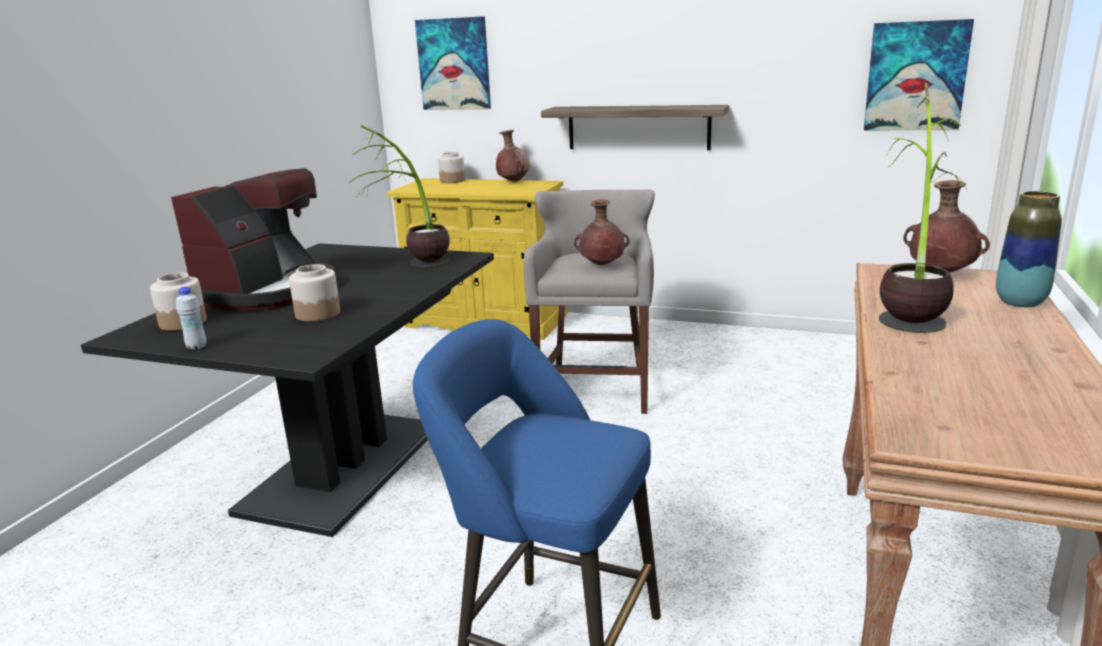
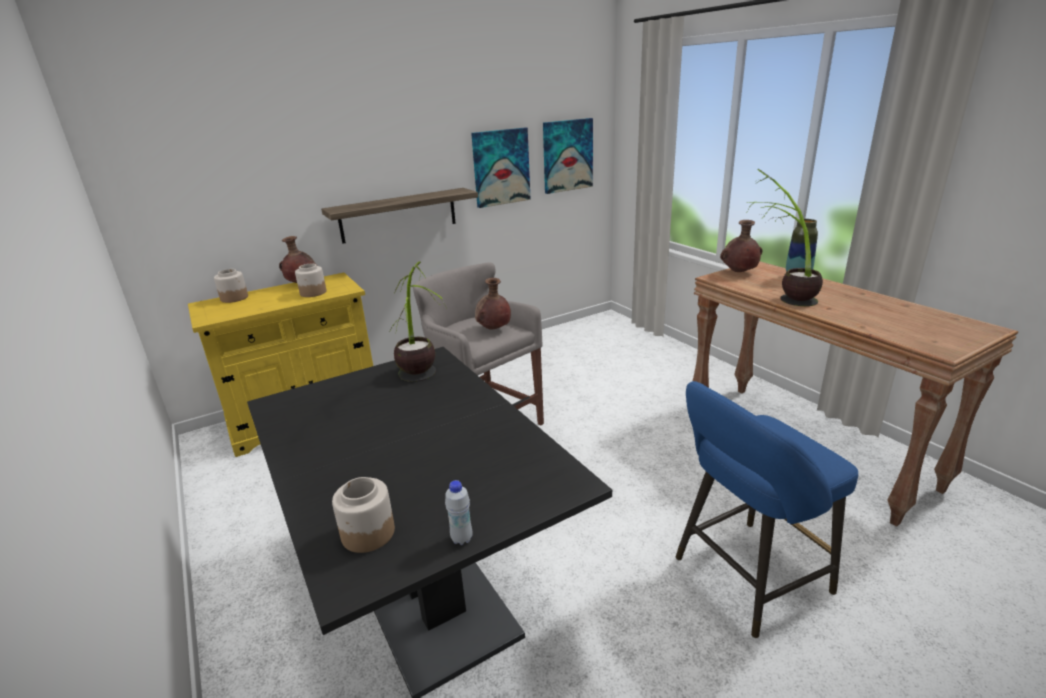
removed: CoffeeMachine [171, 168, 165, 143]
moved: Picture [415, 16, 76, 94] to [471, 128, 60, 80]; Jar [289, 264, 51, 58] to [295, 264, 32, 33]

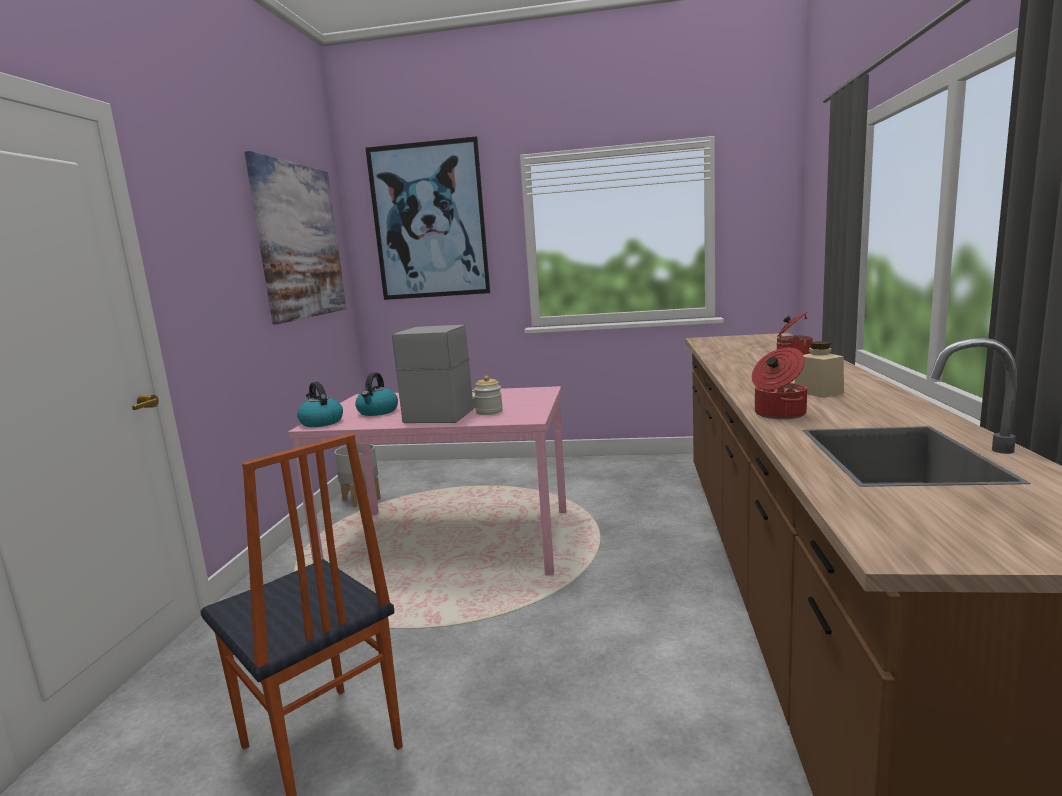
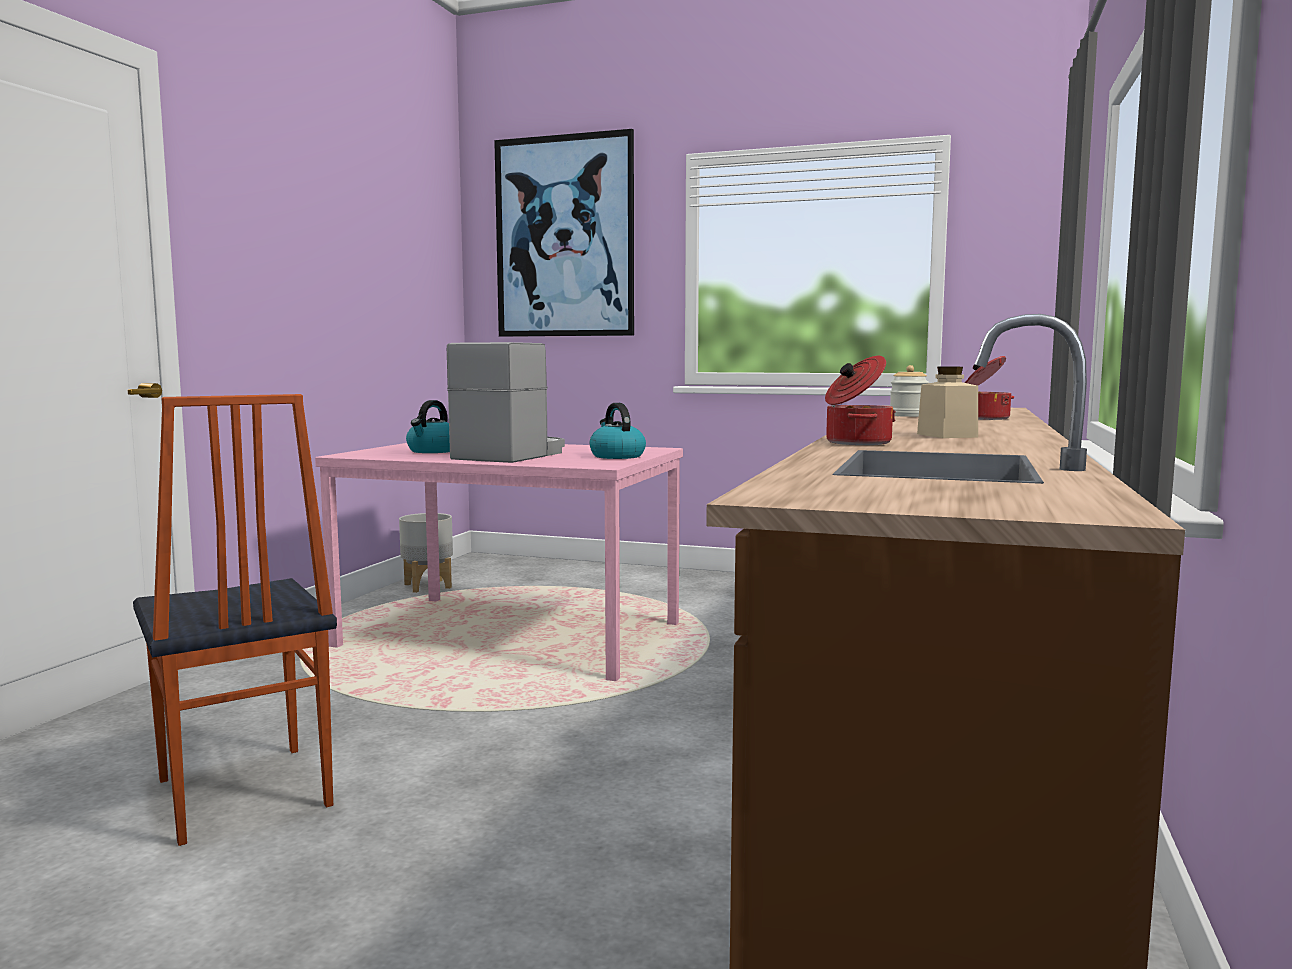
removed: Picture [245, 151, 101, 174]
moved: Jar [474, 376, 29, 39] to [890, 365, 39, 52]; Kettle [297, 382, 46, 45] to [590, 403, 56, 56]

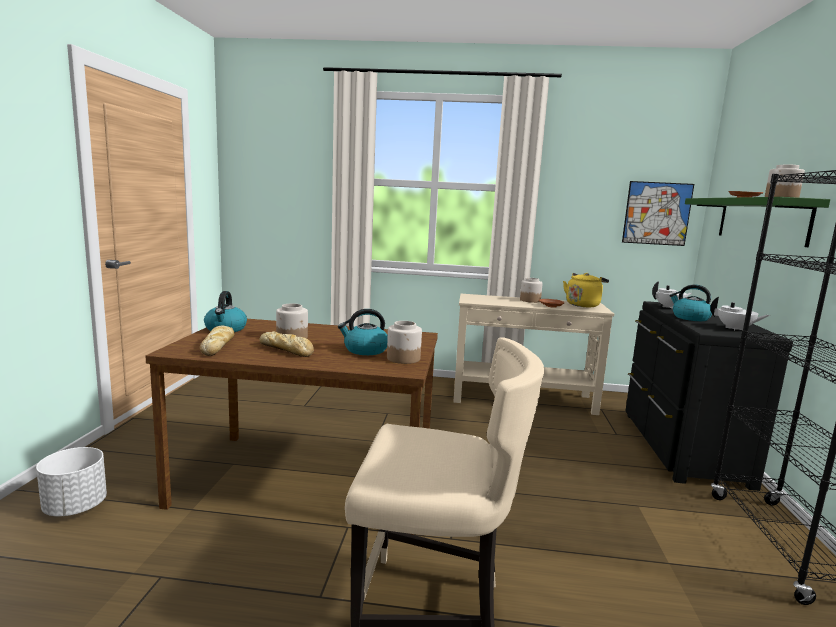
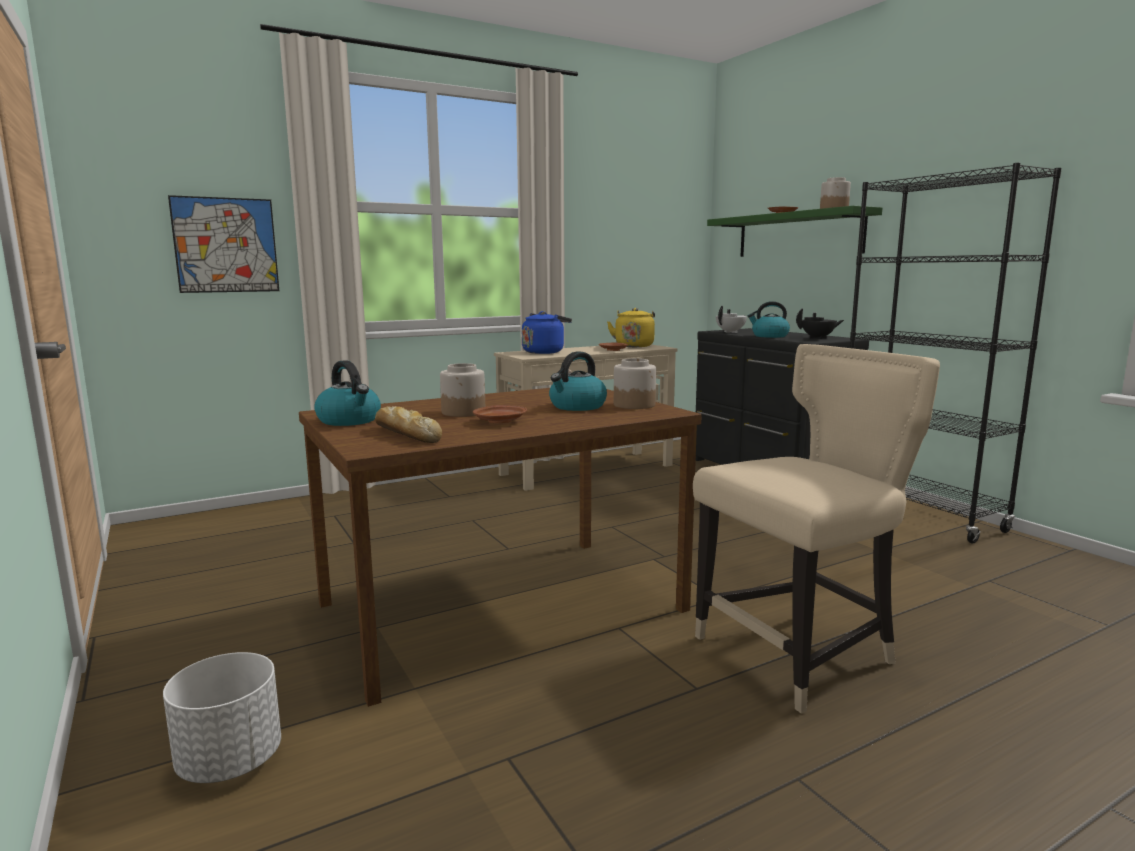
removed: Jar [520, 278, 23, 25]
added: BlueKettle [522, 311, 50, 43]
moved: Picture [622, 181, 72, 65] to [168, 195, 111, 98]
replaced: Bread [259, 331, 55, 26] to BrownPlate [473, 405, 54, 18]
recoloured: WhiteTeapot [710, 297, 60, 34] to BlackTeapot [796, 308, 48, 31]

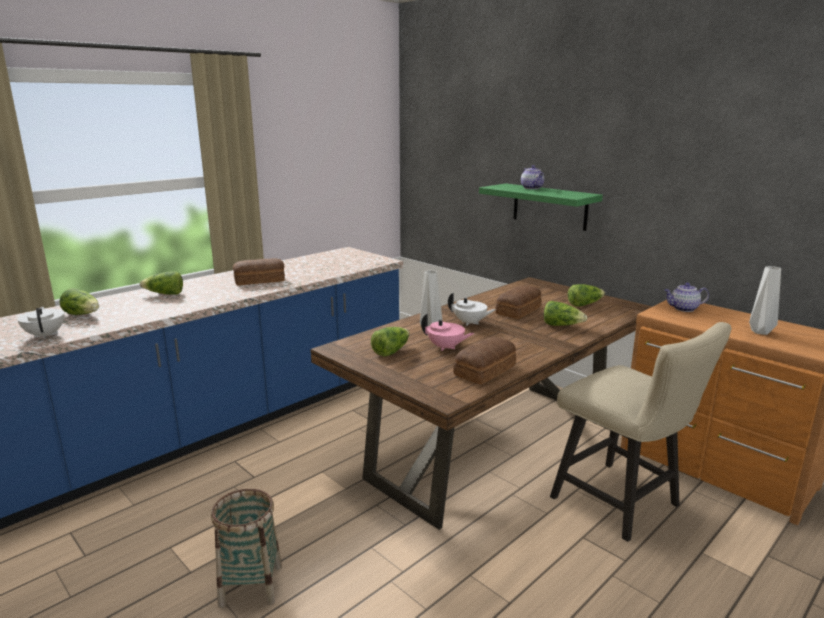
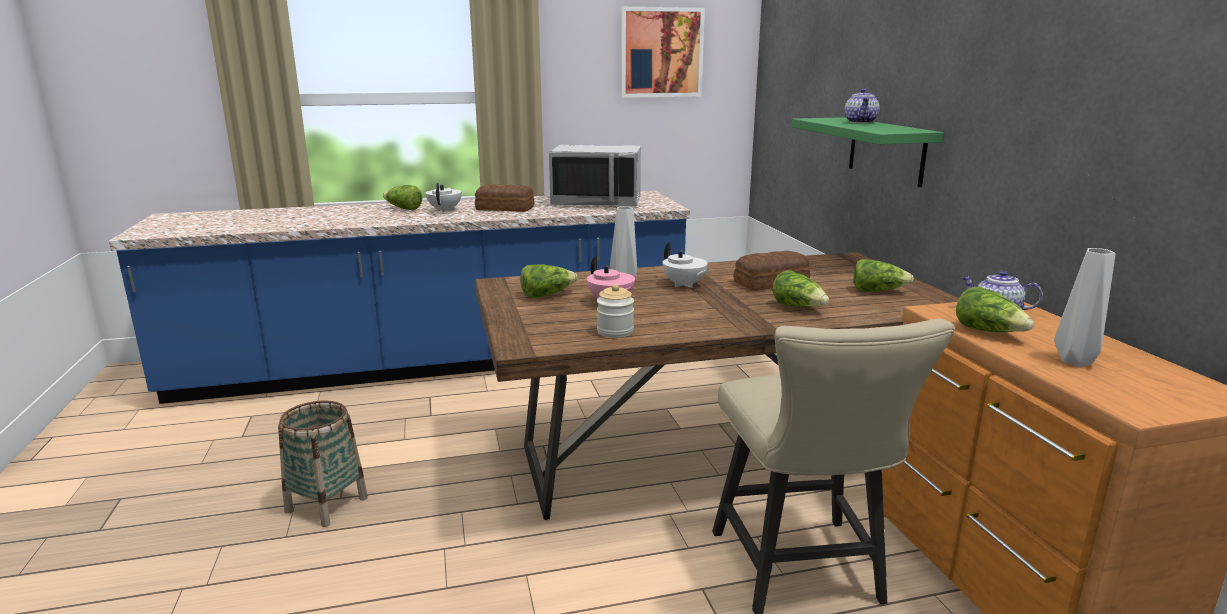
added: Picture [621, 7, 84, 91]; GreyMicrowave [549, 145, 92, 61]
moved: Lettuce [59, 288, 40, 27] to [956, 286, 78, 46]; WhiteTeapot [17, 307, 48, 32] to [426, 183, 36, 29]
replaced: Bread [453, 337, 63, 47] to Jar [597, 284, 37, 54]

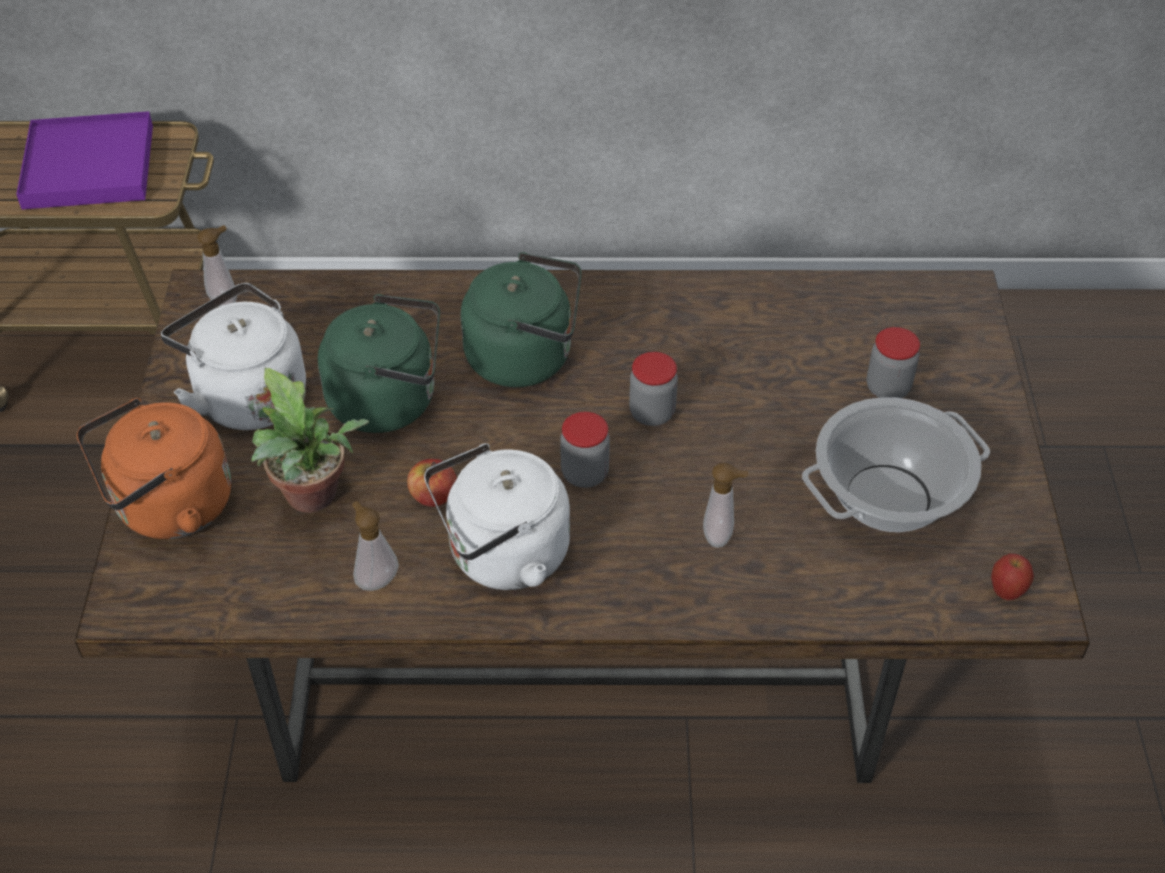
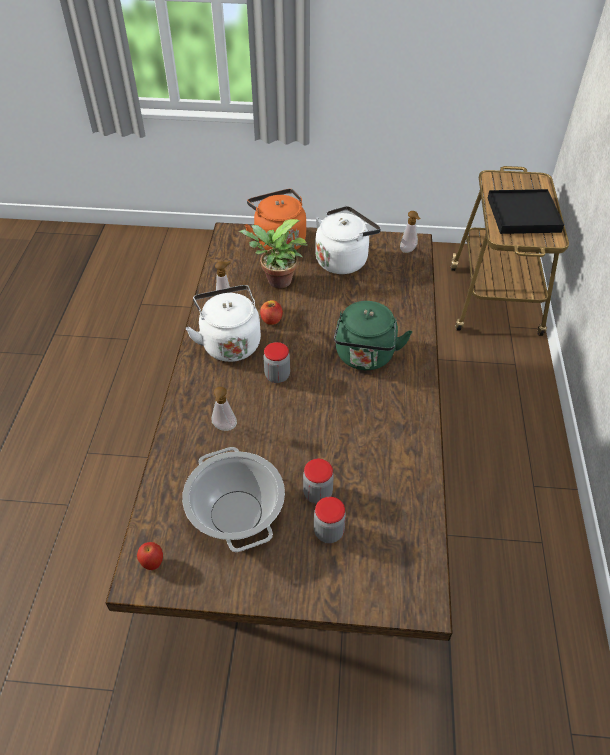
removed: GreenKettle [318, 294, 122, 139]
moved: Jar [629, 352, 49, 74] to [303, 459, 31, 45]
recoloured: PurpleTray [16, 111, 137, 99] to BlackTray [488, 189, 76, 45]

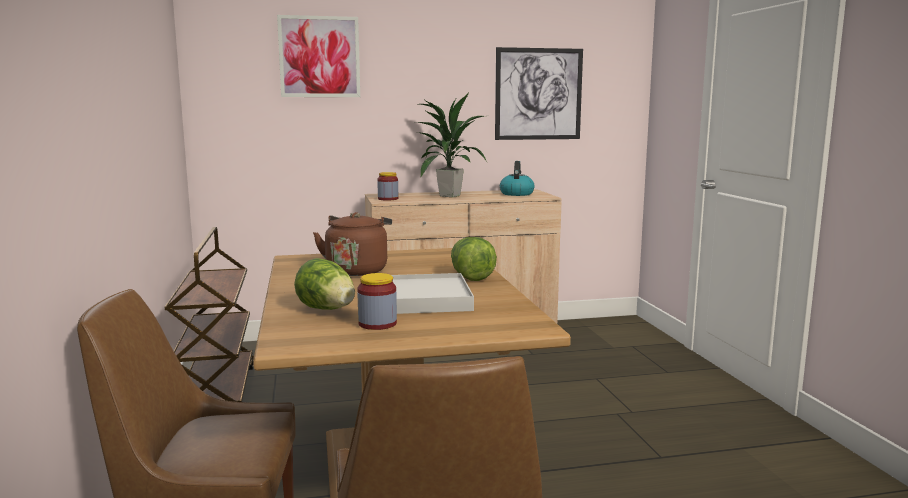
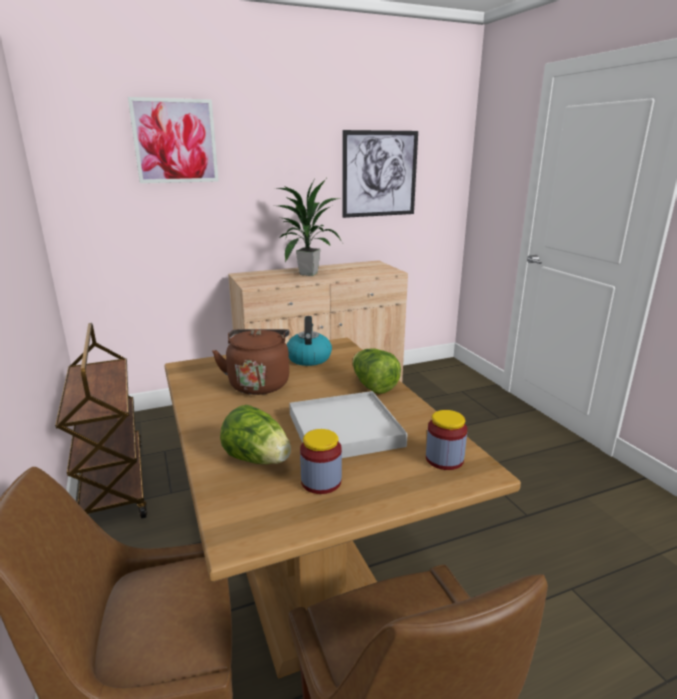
moved: Kettle [500, 161, 35, 35] to [287, 316, 45, 50]; Jar [377, 172, 21, 28] to [426, 410, 41, 60]

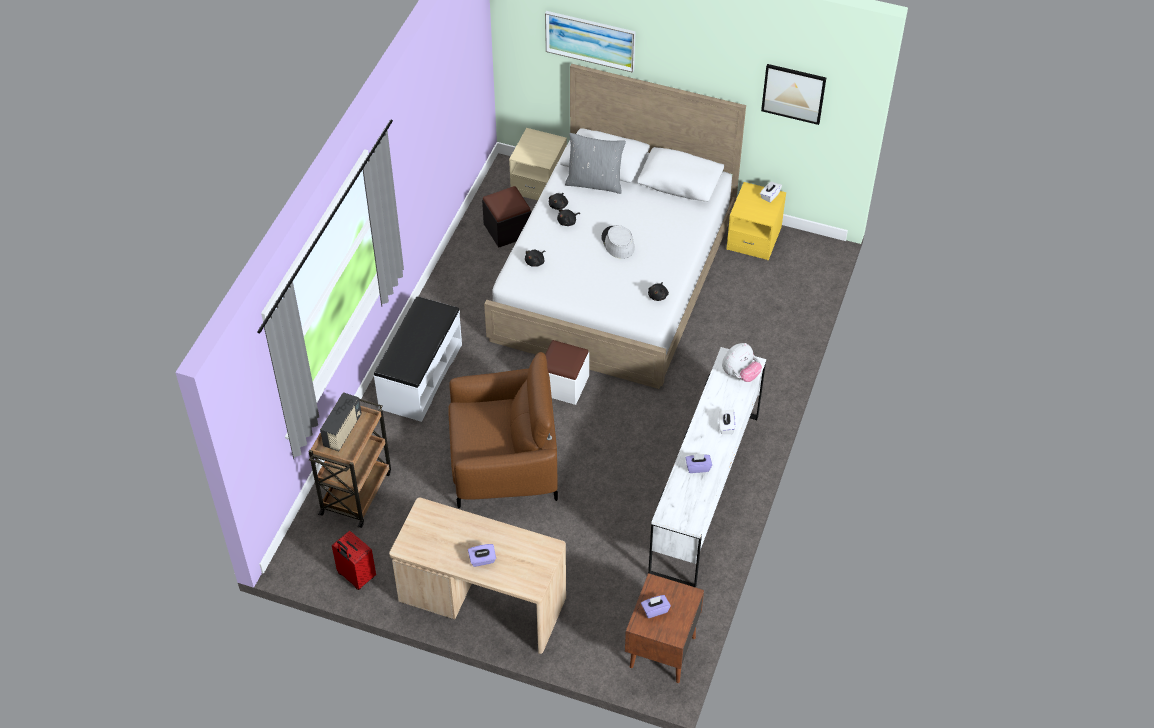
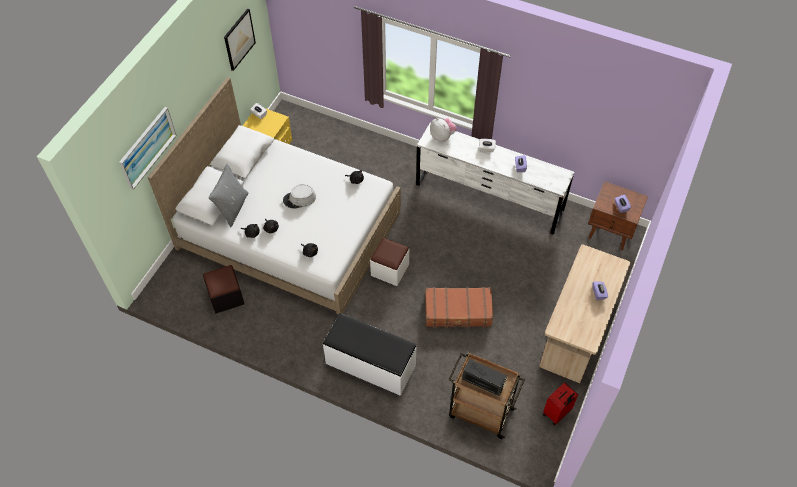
removed: BeigeNightstand [509, 128, 58, 72]
replaced: BrownArmchair [448, 352, 110, 156] to BrownSuitcase [425, 287, 68, 41]

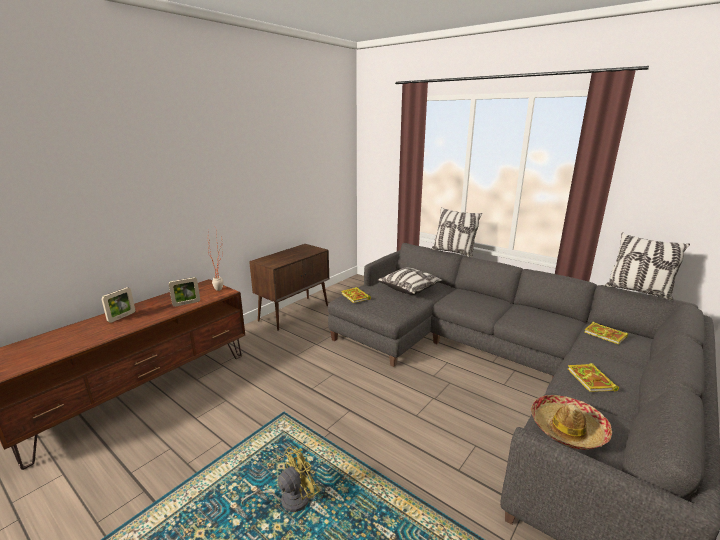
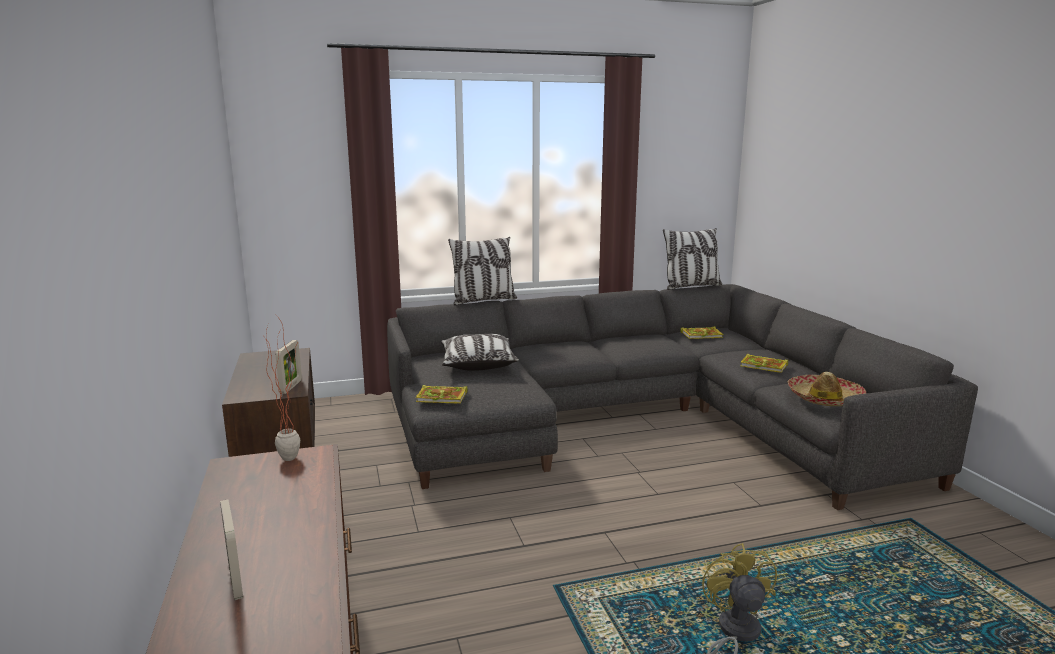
moved: PictureFrame [168, 277, 32, 30] to [276, 340, 26, 54]

